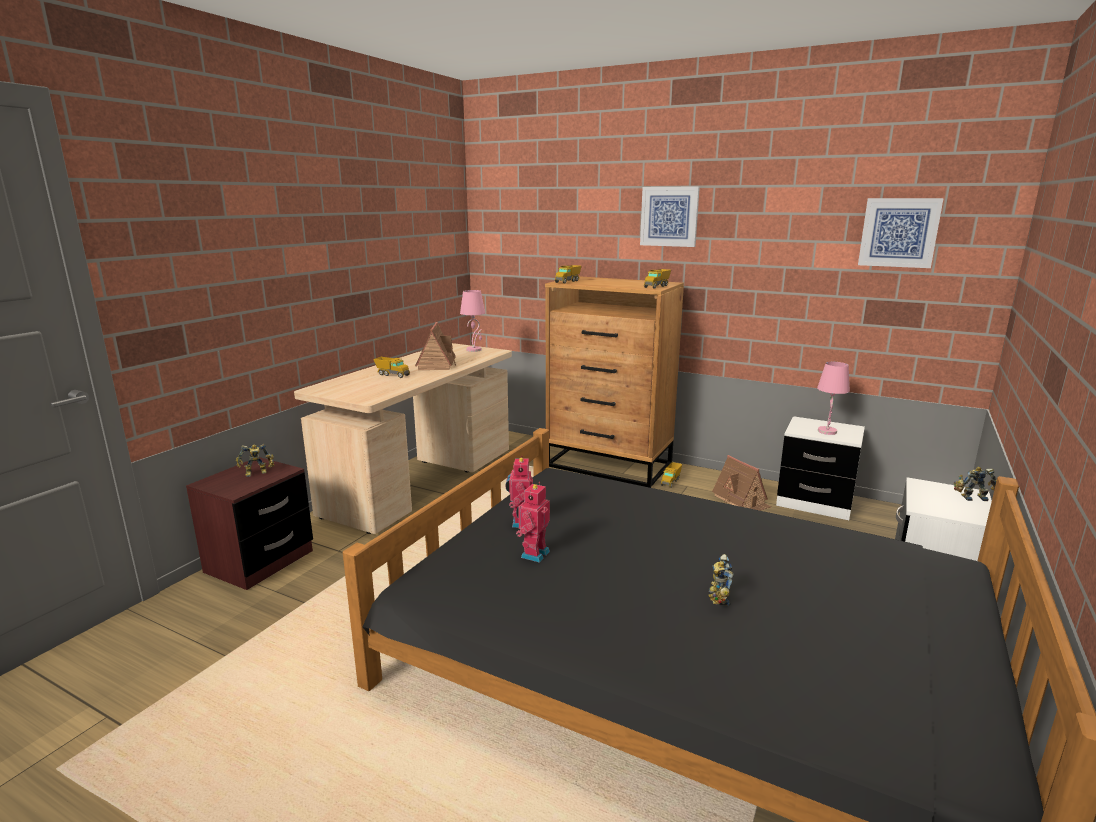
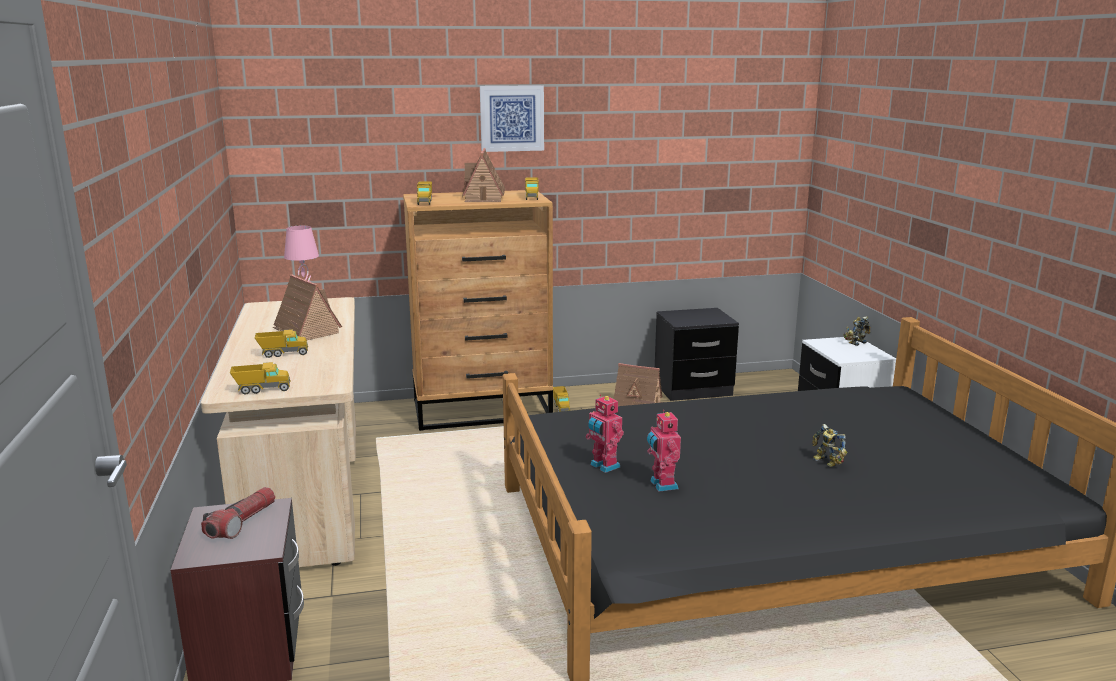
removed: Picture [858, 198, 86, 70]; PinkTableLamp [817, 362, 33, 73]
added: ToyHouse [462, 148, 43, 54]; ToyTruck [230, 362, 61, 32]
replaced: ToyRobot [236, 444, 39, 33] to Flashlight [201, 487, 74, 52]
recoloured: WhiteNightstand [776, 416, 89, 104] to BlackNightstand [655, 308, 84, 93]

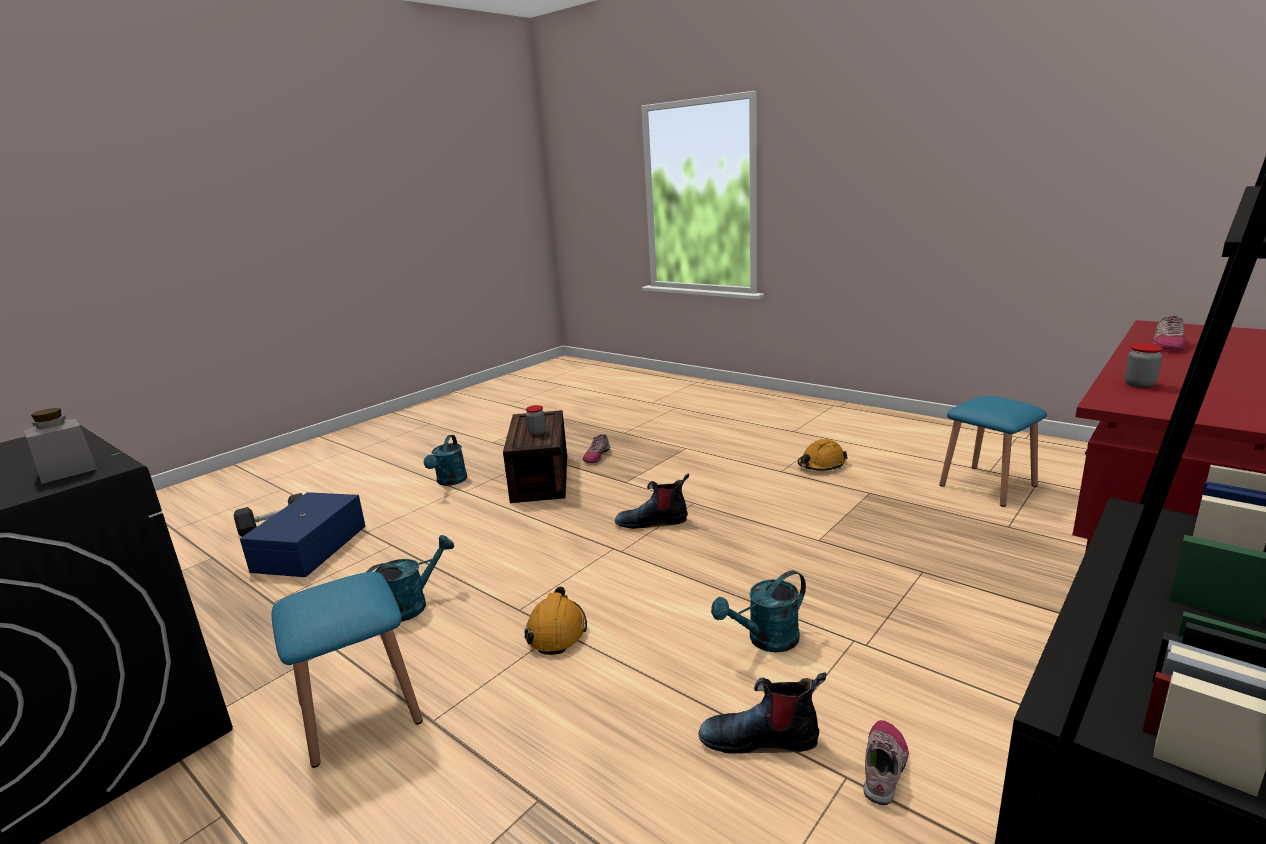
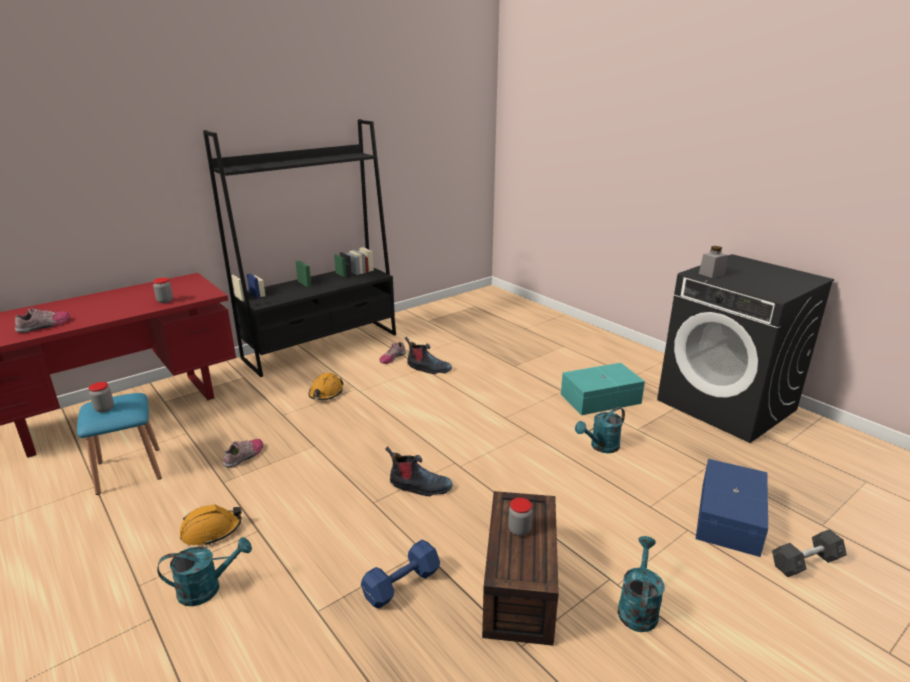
added: Jar [88, 382, 26, 30]; BlueDumbbell [361, 540, 79, 69]
moved: Shoe [583, 434, 27, 29] to [223, 439, 40, 29]; TurquoiseWateringCan [711, 570, 95, 83] to [157, 537, 95, 69]; OrangeHardHat [524, 587, 63, 68] to [309, 373, 35, 27]
replaced: BlueStool [272, 572, 151, 196] to TurquoiseStorageBox [561, 363, 84, 52]

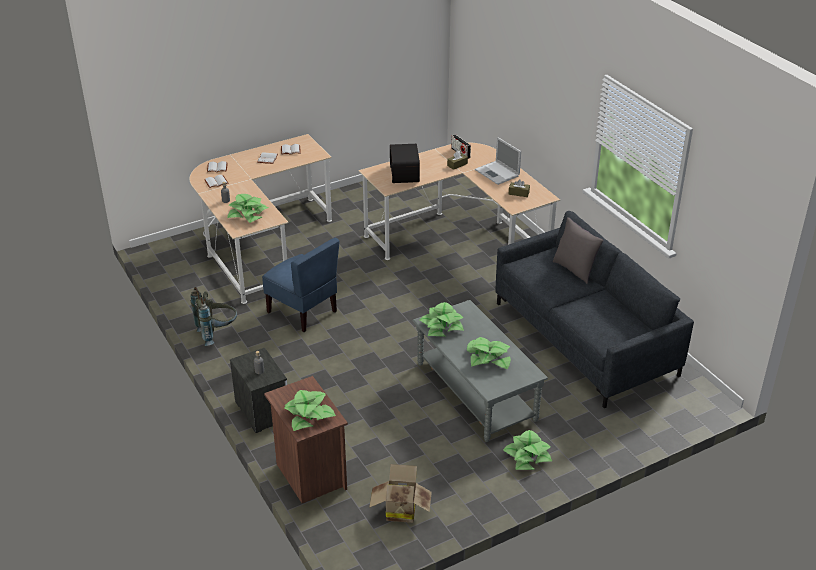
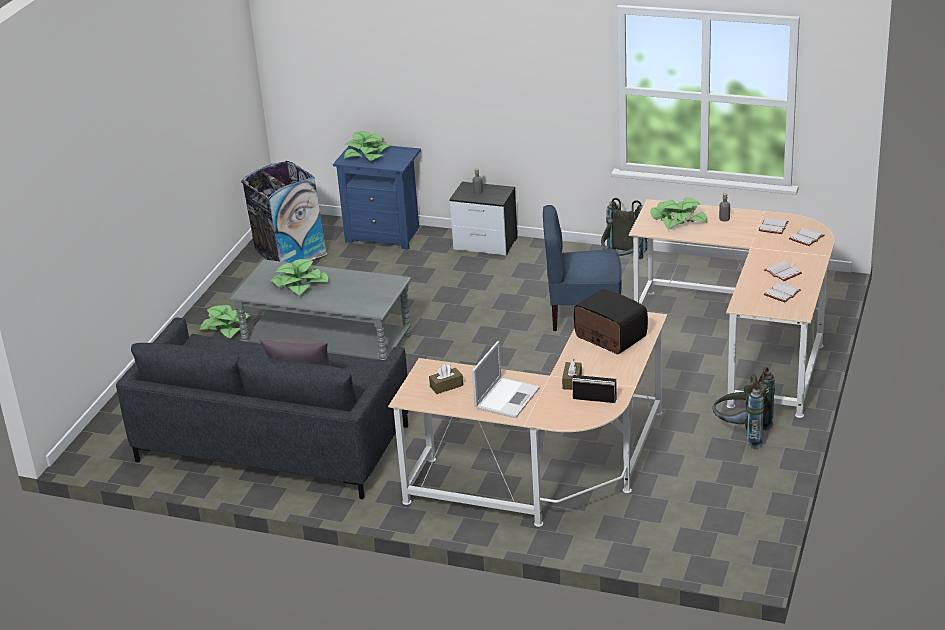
removed: PottedPlant [419, 302, 45, 35]
added: GreyBackpack [712, 367, 63, 82]
replaced: CardboardBox [369, 464, 63, 59] to TrashCan [241, 161, 87, 102]
recoloured: BrownNightstand [264, 376, 84, 127] to BlueNightstand [333, 146, 88, 104]
turned: Laptop [475, 137, 46, 48] = [472, 341, 68, 77] 105 degrees clockwise

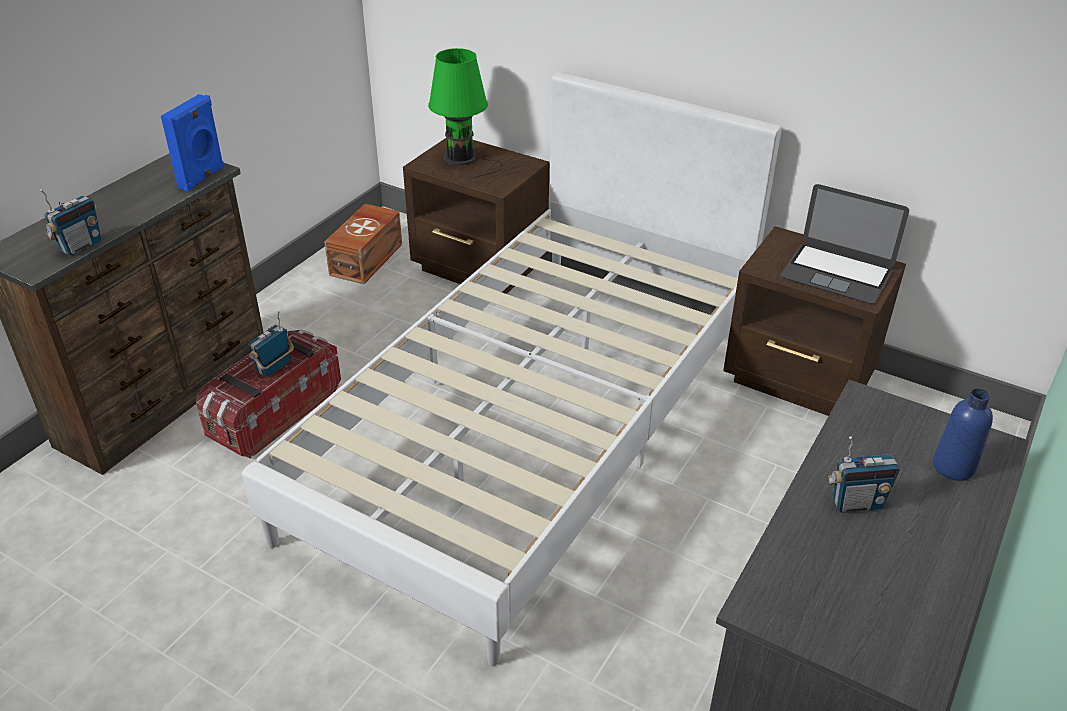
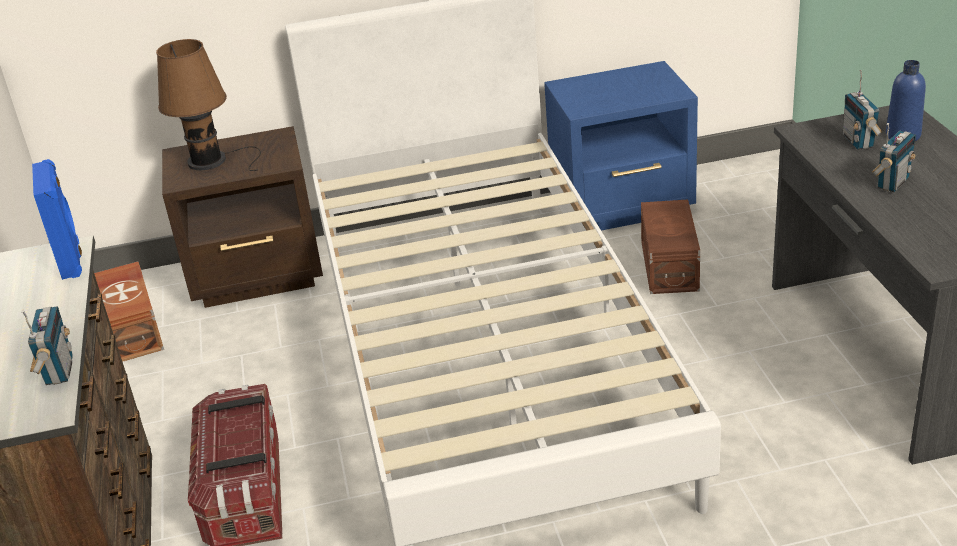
removed: Laptop [781, 184, 128, 120]
added: BrownStorageBox [641, 199, 59, 95]
moved: Radio [248, 311, 46, 66] to [843, 70, 39, 80]
recoloured: GreenTableLamp [428, 48, 75, 135] to BrownTableLamp [156, 39, 105, 132]; BrownNightstand [723, 226, 183, 190] to BlueNightstand [544, 61, 154, 169]

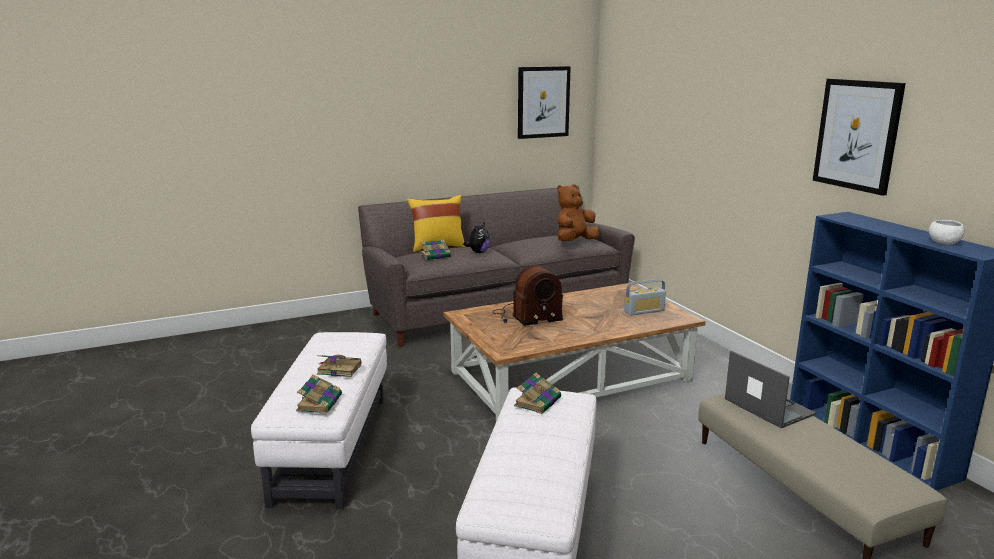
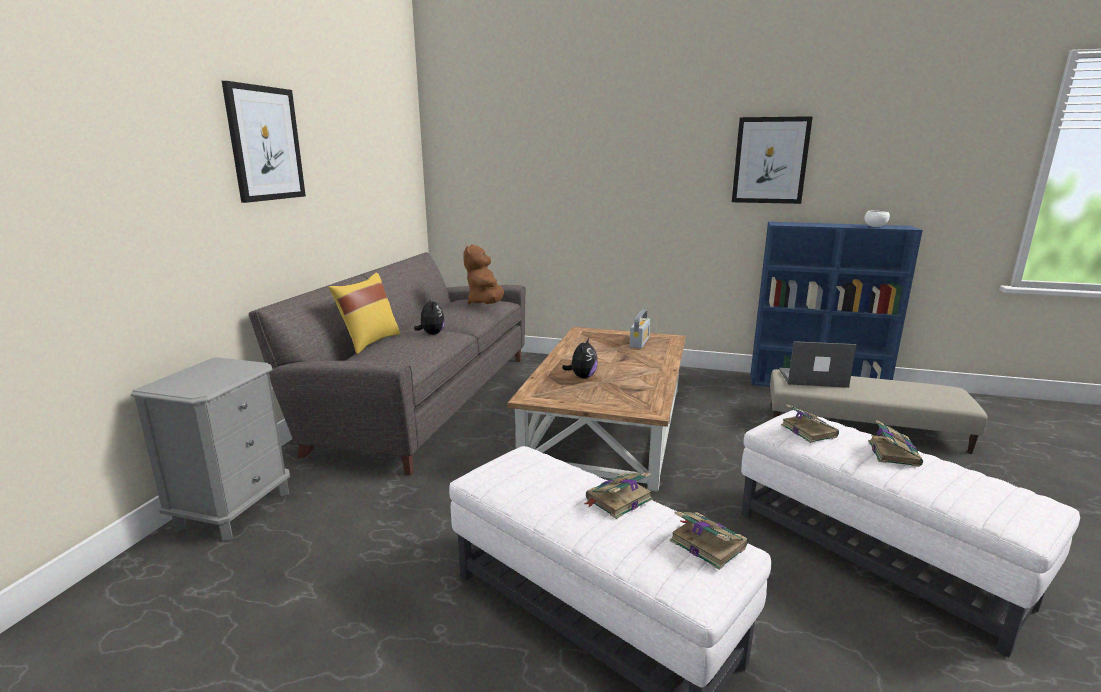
added: GreyNightstand [131, 357, 159, 184]
moved: Picture [518, 66, 53, 73] to [222, 81, 84, 122]; Book [420, 239, 34, 21] to [868, 420, 55, 47]
replaced: Radio [492, 265, 71, 61] to PlushToy [562, 338, 36, 41]

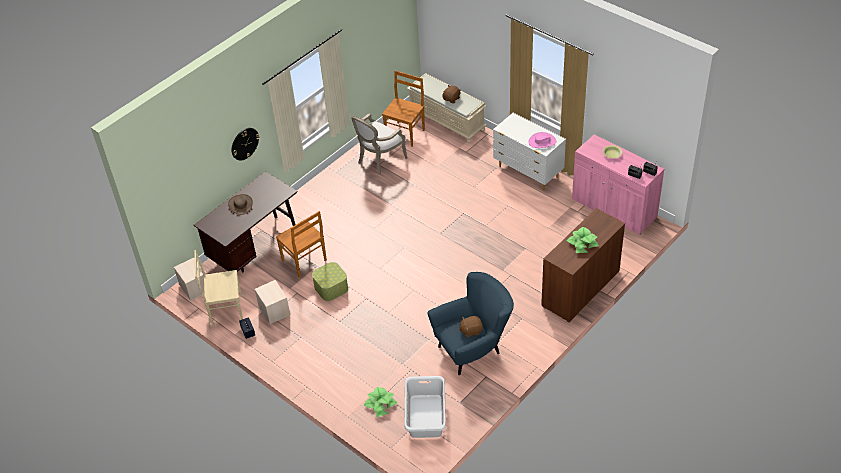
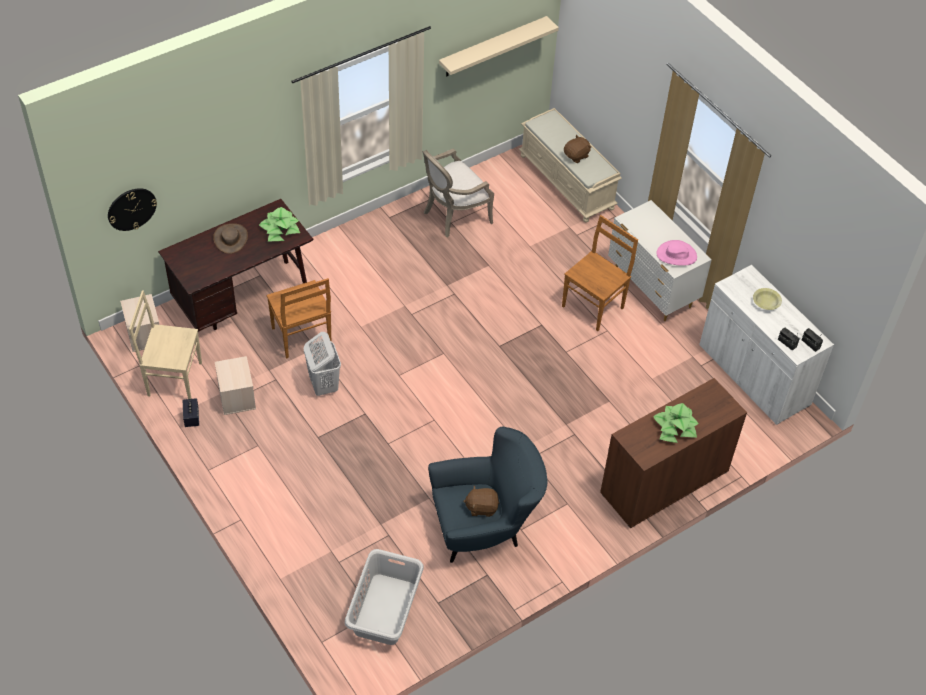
added: BeigeShelf [439, 16, 120, 60]
moved: BrownChair [382, 71, 43, 76] to [562, 215, 76, 116]; WallClock [232, 128, 27, 33] to [108, 188, 49, 43]; PottedPlant [364, 387, 33, 30] to [259, 207, 41, 35]
replaced: StorageBox [312, 262, 36, 39] to WhiteLaundryBasket [304, 332, 37, 64]
recoloured: PinkCabinet [572, 134, 93, 101] to WhiteCabinet [699, 265, 135, 160]

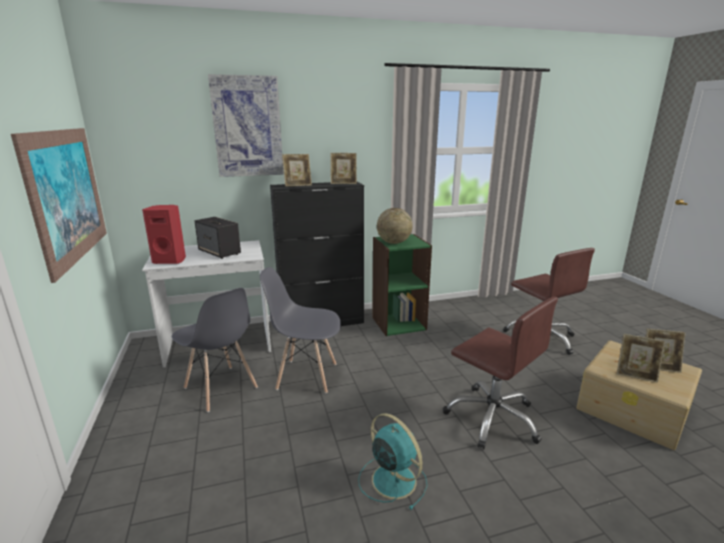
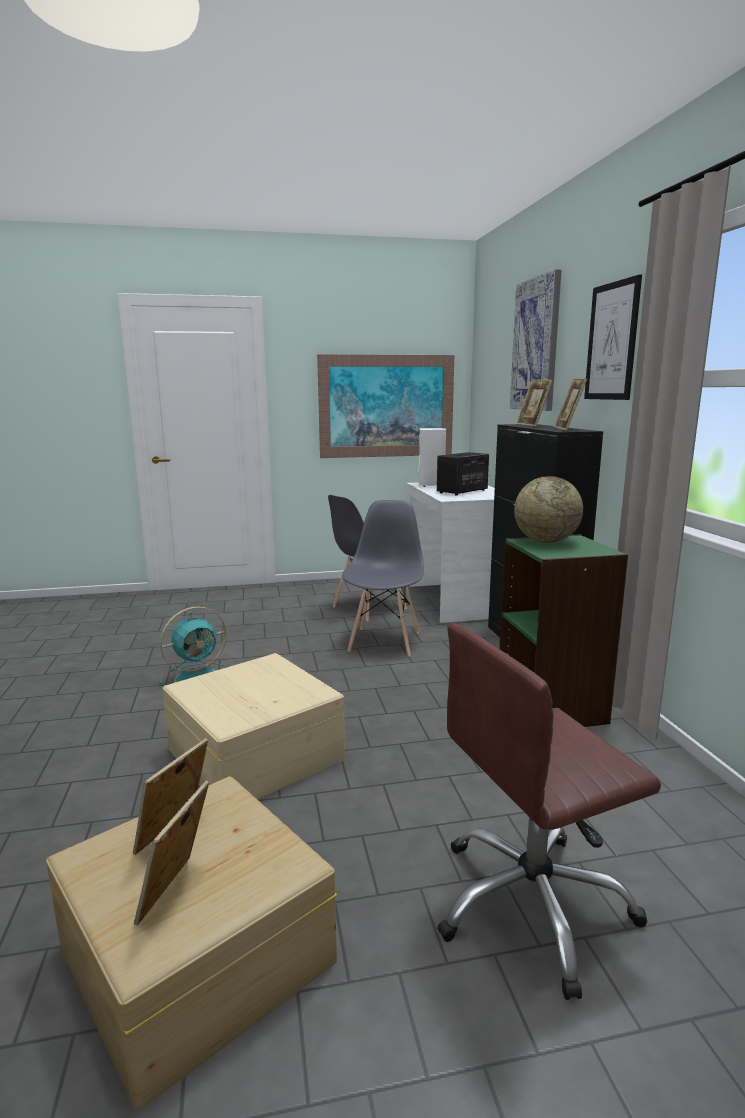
added: Picture [584, 274, 58, 126]
replaced: BrownOfficeChair [443, 297, 115, 152] to BeigeStorageBox [163, 653, 182, 146]
recoloured: RedSpeaker [142, 205, 44, 59] to WhiteSpeaker [419, 428, 27, 59]

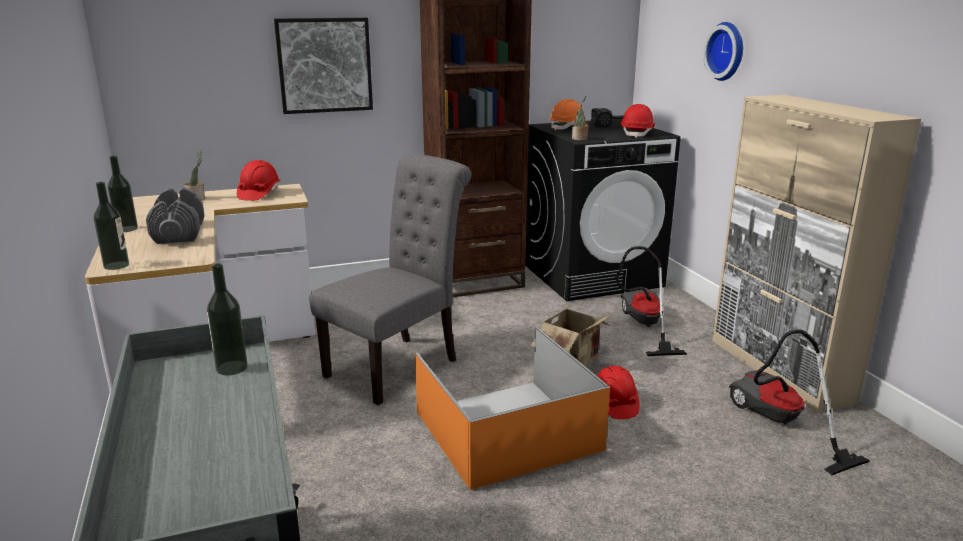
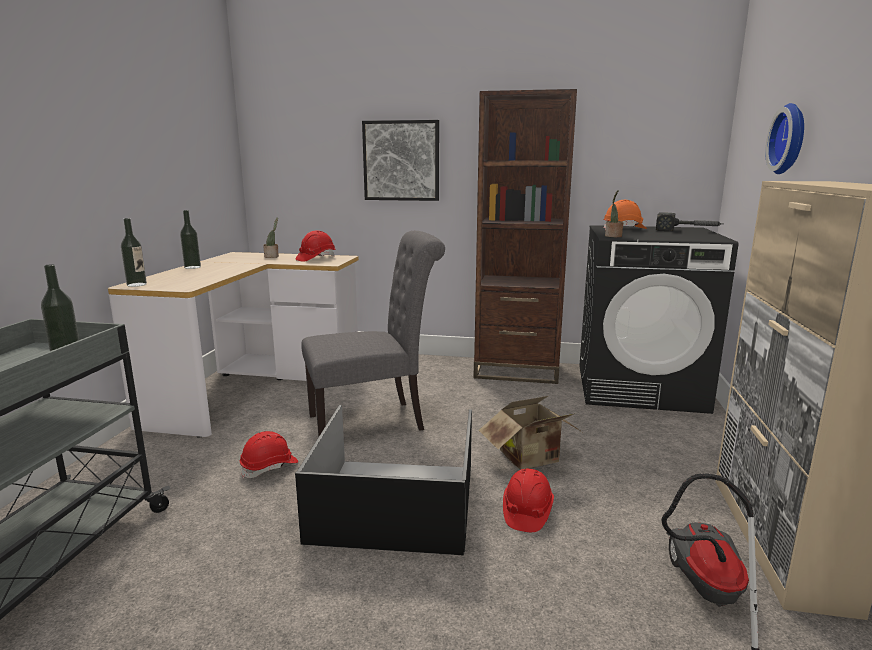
removed: GreyDumbbell [146, 187, 59, 57]; VacuumCleaner [616, 246, 71, 110]
moved: RedHardHat [621, 104, 34, 34] to [240, 431, 58, 48]
recoloured: OrangeStorageBox [415, 327, 195, 163] to BlackStorageBox [295, 405, 177, 151]

